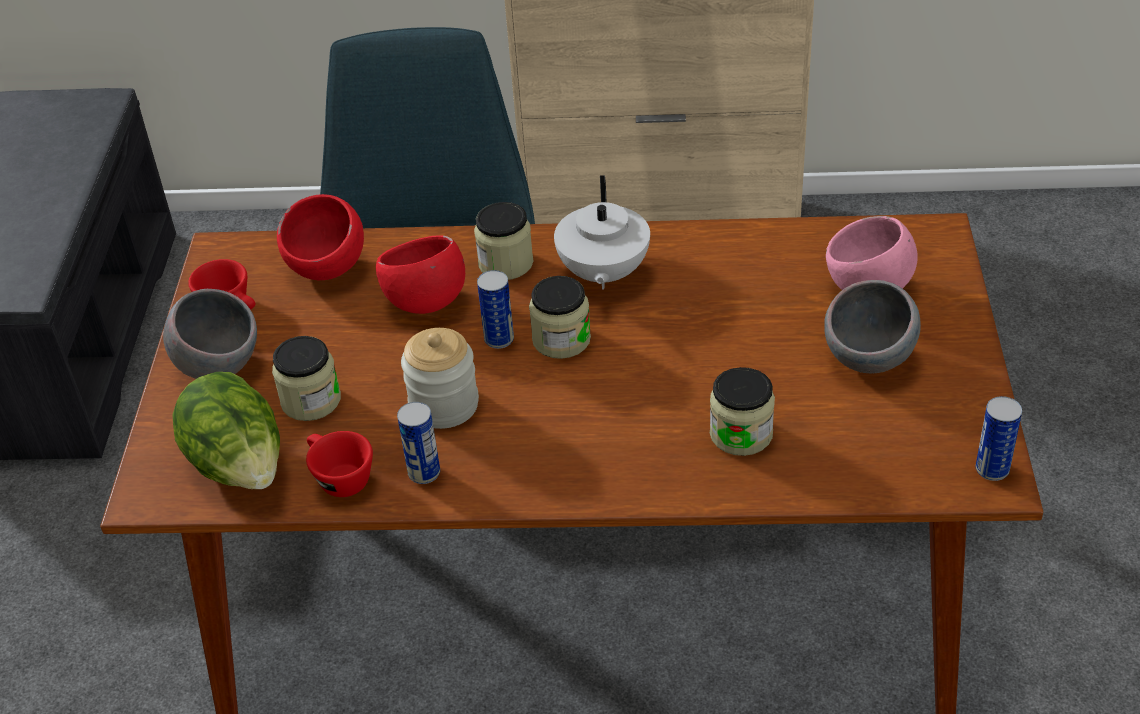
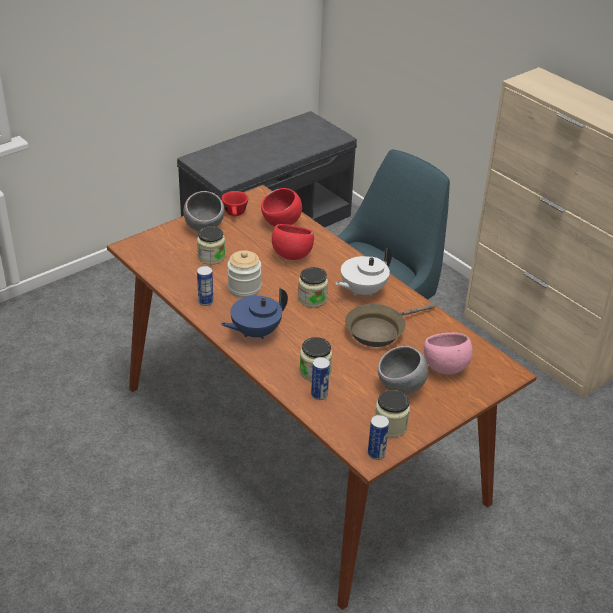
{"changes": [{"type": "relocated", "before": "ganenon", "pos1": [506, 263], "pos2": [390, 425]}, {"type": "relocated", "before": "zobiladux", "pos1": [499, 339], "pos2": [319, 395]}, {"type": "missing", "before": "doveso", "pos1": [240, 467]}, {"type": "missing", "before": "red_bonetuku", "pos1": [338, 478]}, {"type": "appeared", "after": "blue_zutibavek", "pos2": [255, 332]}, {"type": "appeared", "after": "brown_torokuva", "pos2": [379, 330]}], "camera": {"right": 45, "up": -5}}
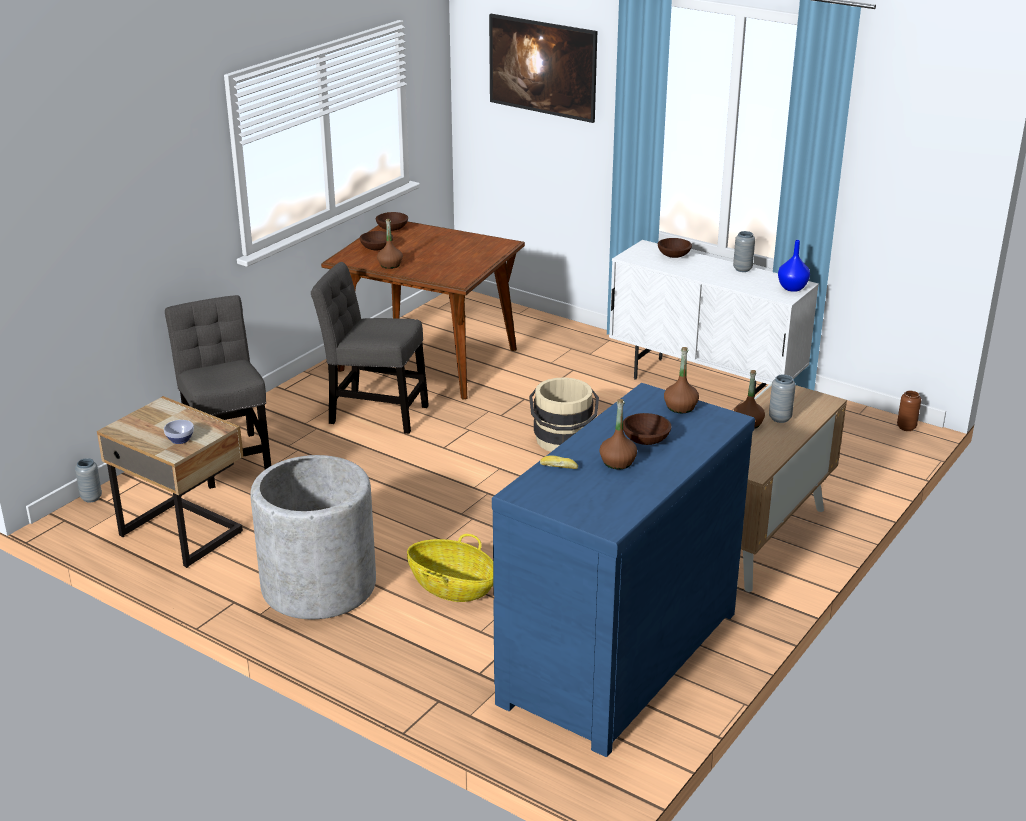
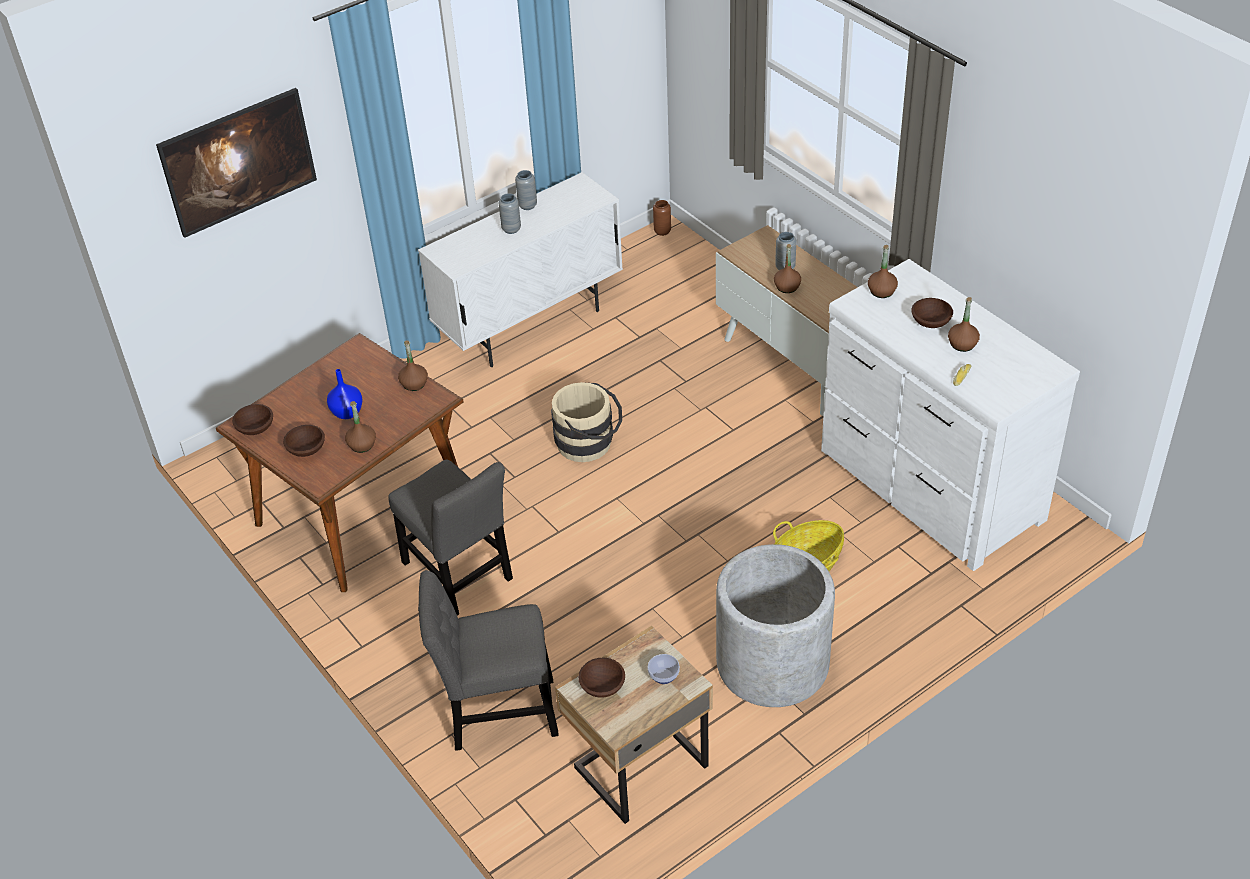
{"changes": [{"type": "relocated", "before": "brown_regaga", "pos1": [673, 255], "pos2": [602, 686]}, {"type": "relocated", "before": "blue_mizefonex", "pos1": [792, 288], "pos2": [347, 413]}, {"type": "spun", "before": "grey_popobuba", "pos1": [374, 413], "pos2": [459, 575], "turn": -75}, {"type": "colour", "before": "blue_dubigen", "after": "white_dubigen", "pos1": [614, 656], "pos2": [928, 487]}, {"type": "relocated", "before": "grey_mizefonex", "pos1": [91, 498], "pos2": [511, 229]}, {"type": "appeared", "after": "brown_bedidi", "pos2": [414, 384]}], "camera": {"right": -70, "up": 15}}
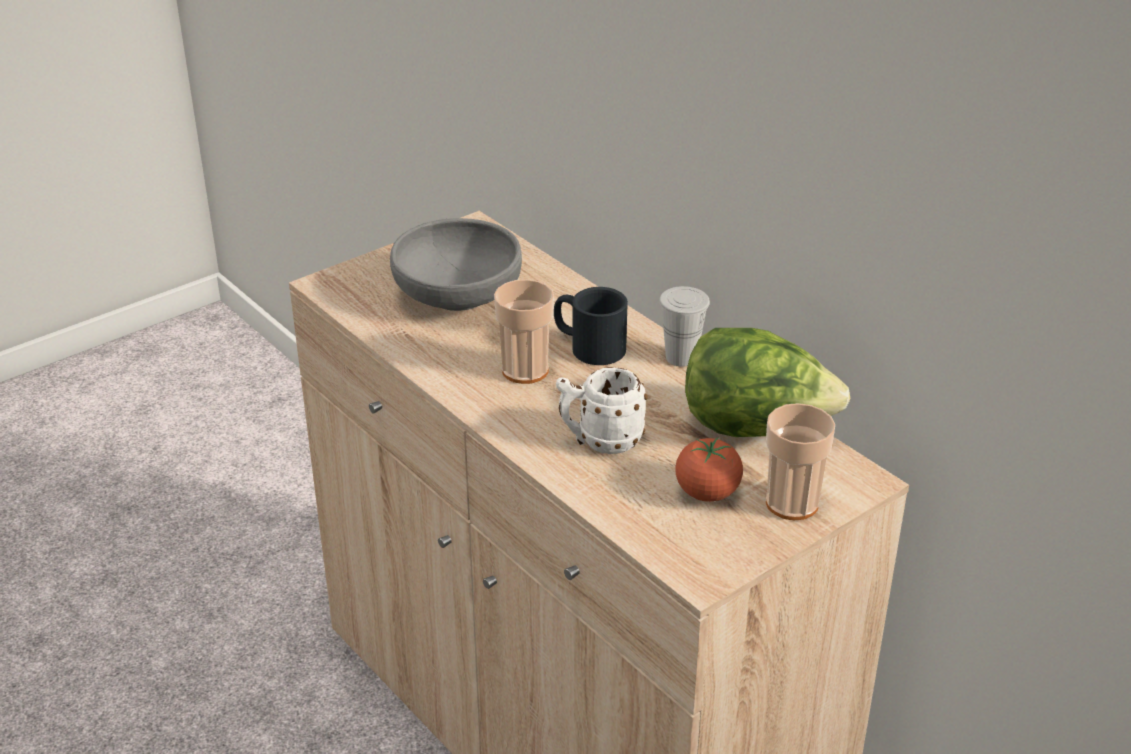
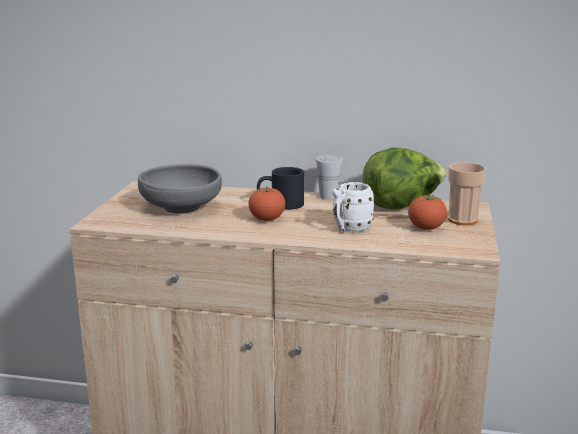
{"changes": [{"type": "exchanged", "before": "bonetuku", "after": "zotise", "pos1": [525, 370], "pos2": [267, 219]}], "camera": {"right": -40, "up": -15}}
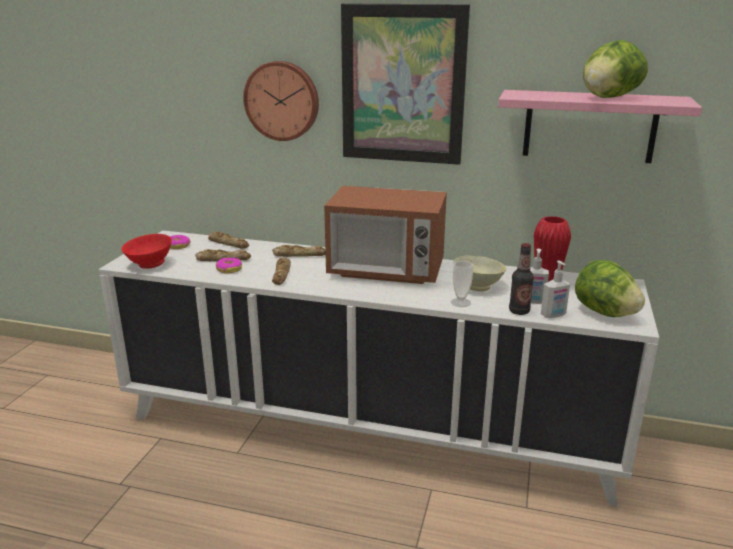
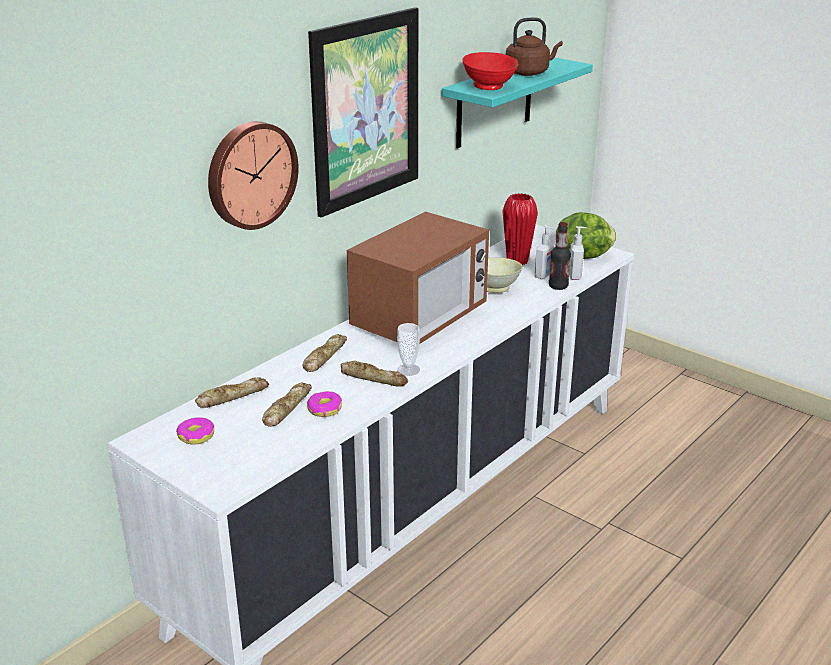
{"changes": [{"type": "exchanged", "before": "doveso", "after": "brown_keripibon", "pos1": [609, 98], "pos2": [529, 73]}, {"type": "colour", "before": "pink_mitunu", "after": "turquoise_mitunu", "pos1": [589, 126], "pos2": [494, 102]}, {"type": "relocated", "before": "red_regaga", "pos1": [149, 264], "pos2": [488, 87]}, {"type": "relocated", "before": "bonetuku", "pos1": [460, 302], "pos2": [408, 370]}], "camera": {"right": -65, "up": 5}}
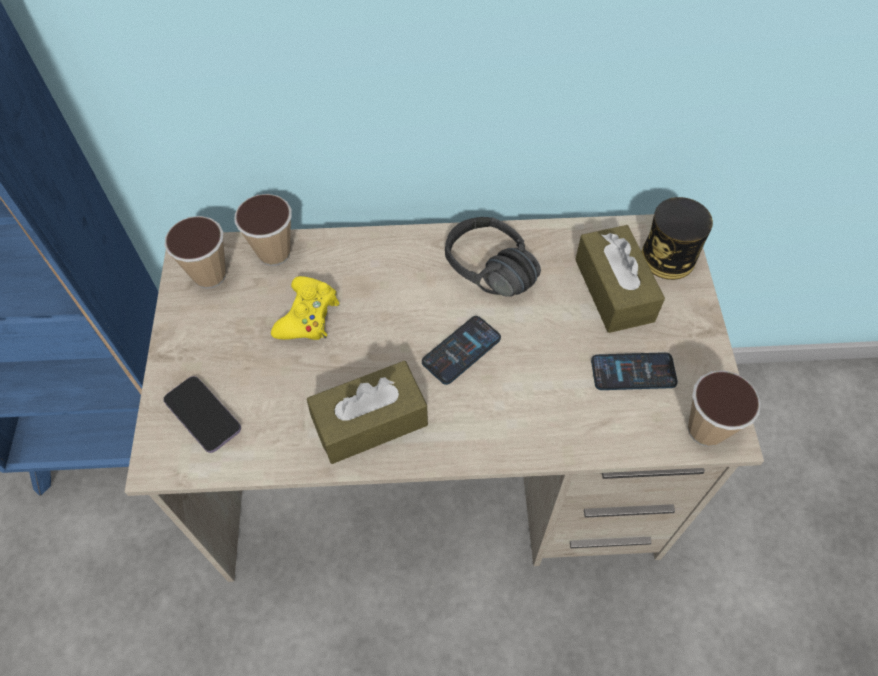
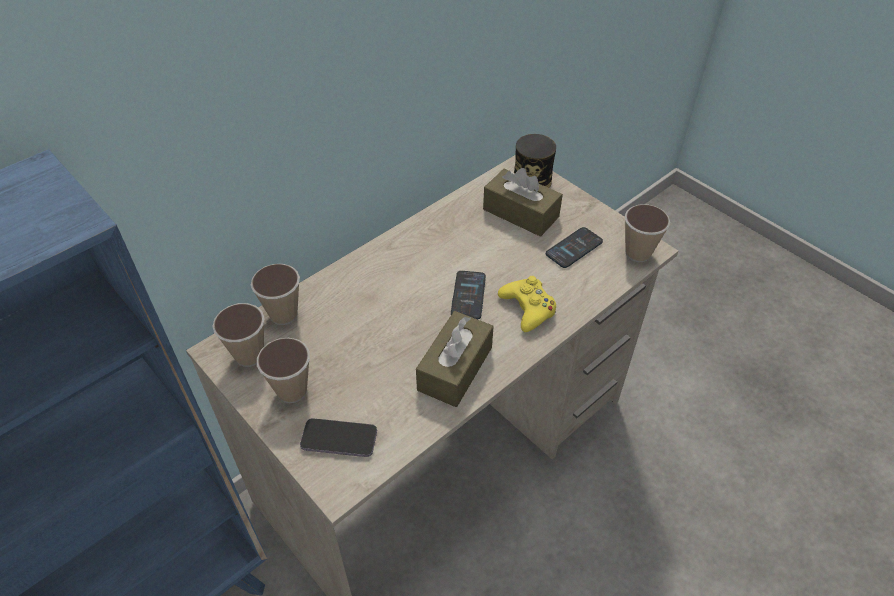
{"changes": [{"type": "missing", "before": "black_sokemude", "pos1": [481, 278]}, {"type": "relocated", "before": "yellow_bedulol", "pos1": [308, 316], "pos2": [528, 308]}, {"type": "appeared", "after": "bonetuku", "pos2": [292, 391]}], "camera": {"right": -40, "up": -10}}
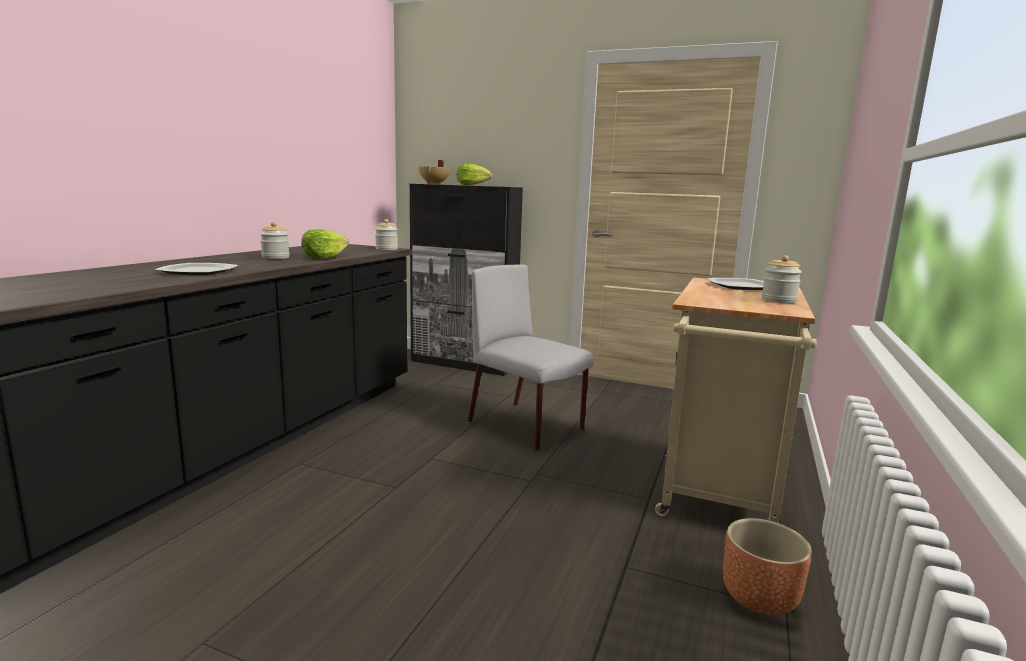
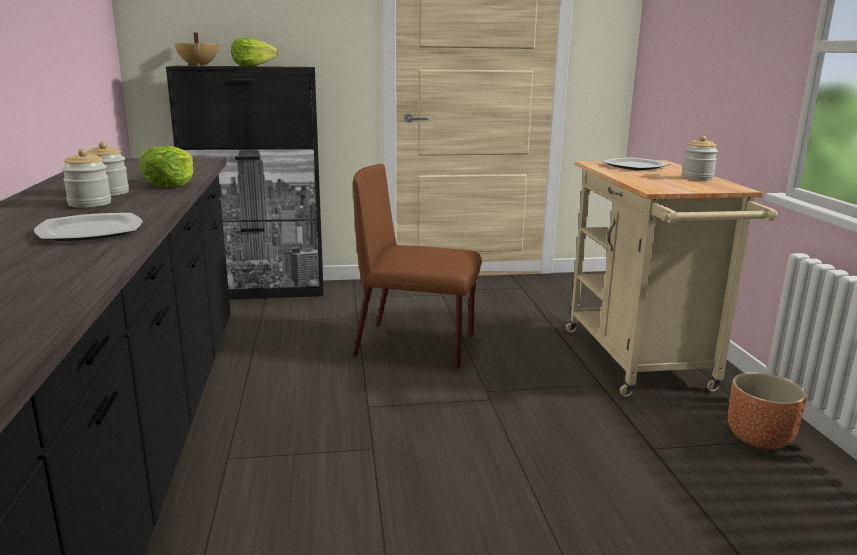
{"changes": [{"type": "relocated", "before": "ganenon", "pos1": [386, 249], "pos2": [90, 203]}, {"type": "colour", "before": "grey_popobuba", "after": "brown_popobuba", "pos1": [527, 426], "pos2": [417, 346]}], "camera": {"right": -30, "up": 5}}
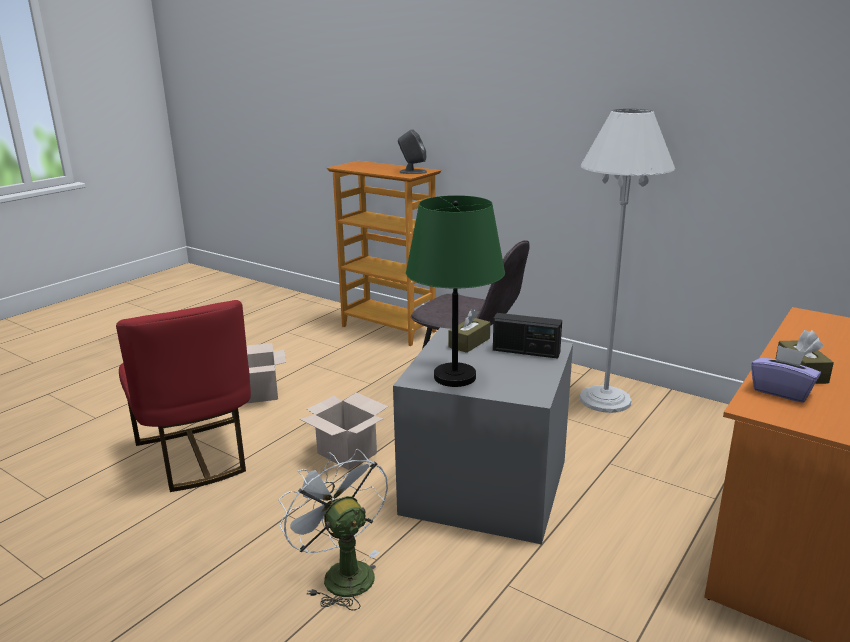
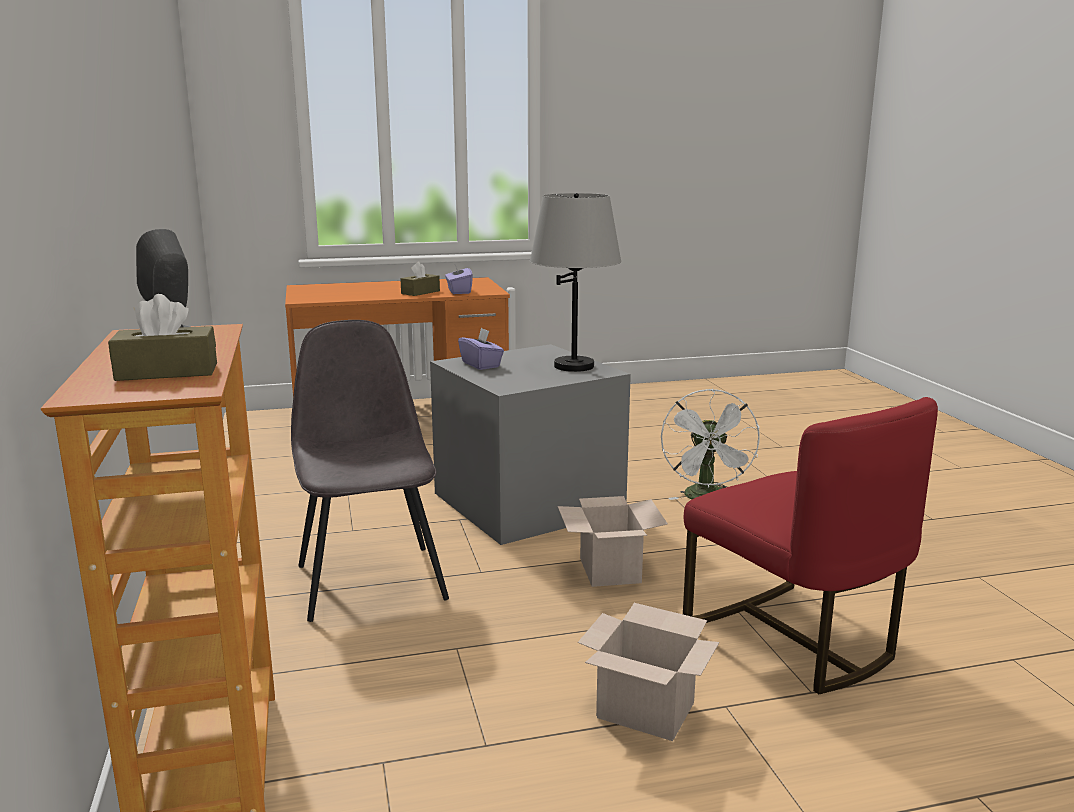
{"changes": [{"type": "missing", "before": "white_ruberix", "pos1": [605, 400]}, {"type": "colour", "before": "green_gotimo", "after": "grey_gotimo", "pos1": [455, 377], "pos2": [574, 366]}, {"type": "spun", "before": "red_popobuba", "pos1": [197, 455], "pos2": [794, 639], "turn": 135}, {"type": "relocated", "before": "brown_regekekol", "pos1": [469, 343], "pos2": [167, 372]}, {"type": "exchanged", "before": "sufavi", "after": "purple_regekekol", "pos1": [526, 351], "pos2": [481, 365]}], "camera": {"right": -140, "up": -5}}
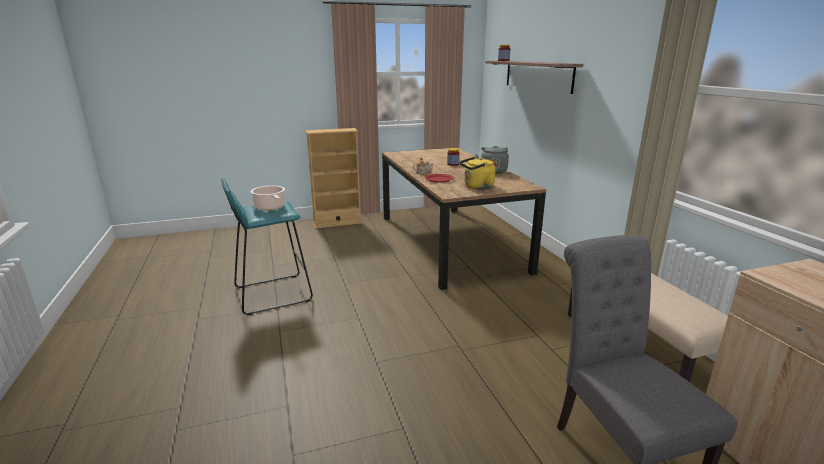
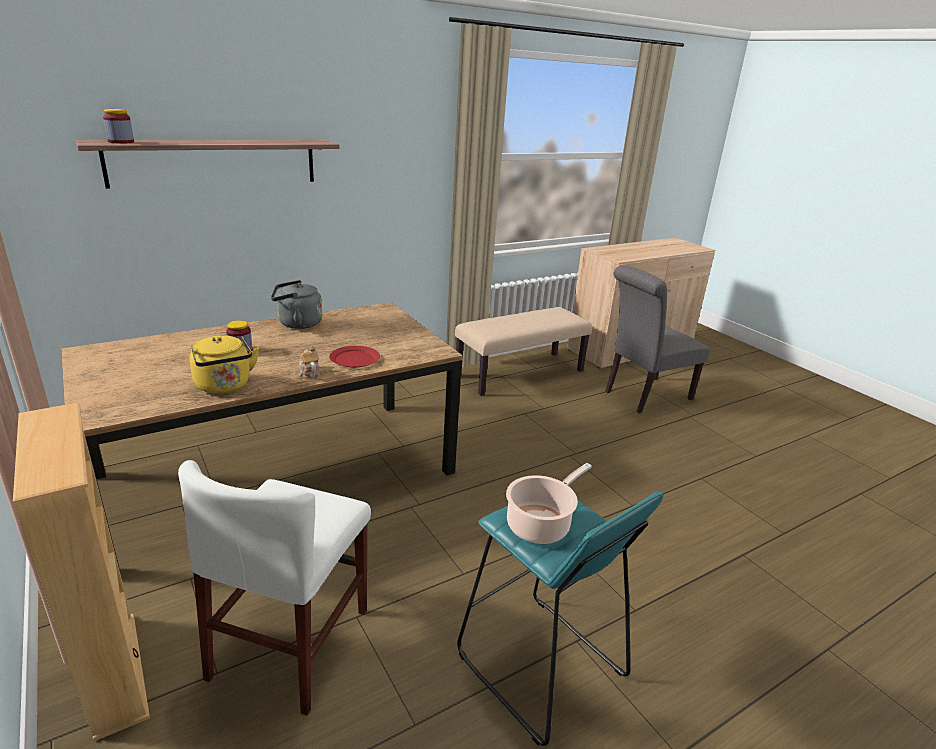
{"changes": [{"type": "relocated", "before": "yellow_keripibon", "pos1": [477, 187], "pos2": [225, 386]}, {"type": "appeared", "after": "white_popobuba", "pos2": [291, 642]}], "camera": {"right": -105, "up": 5}}
